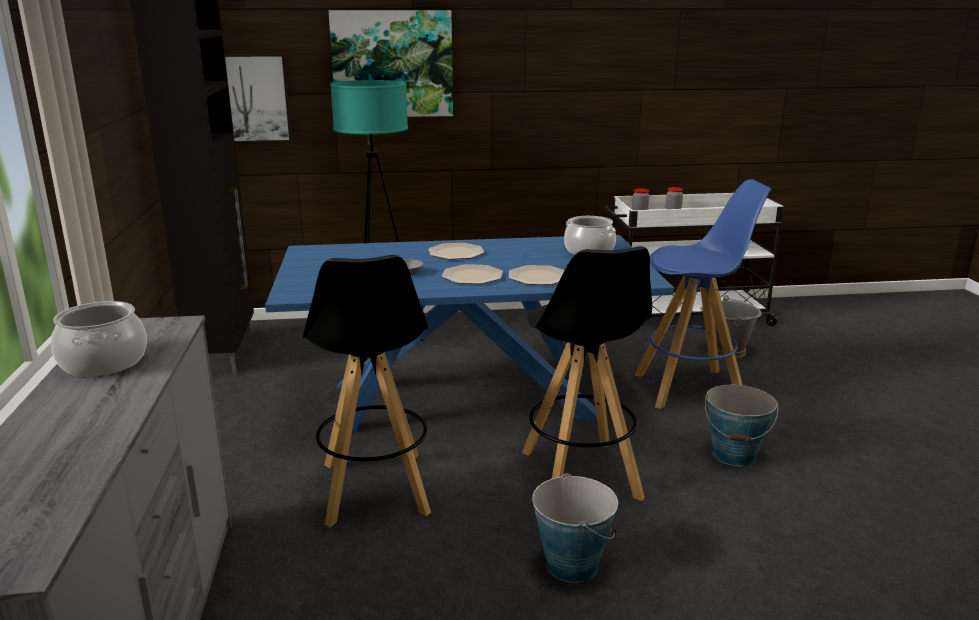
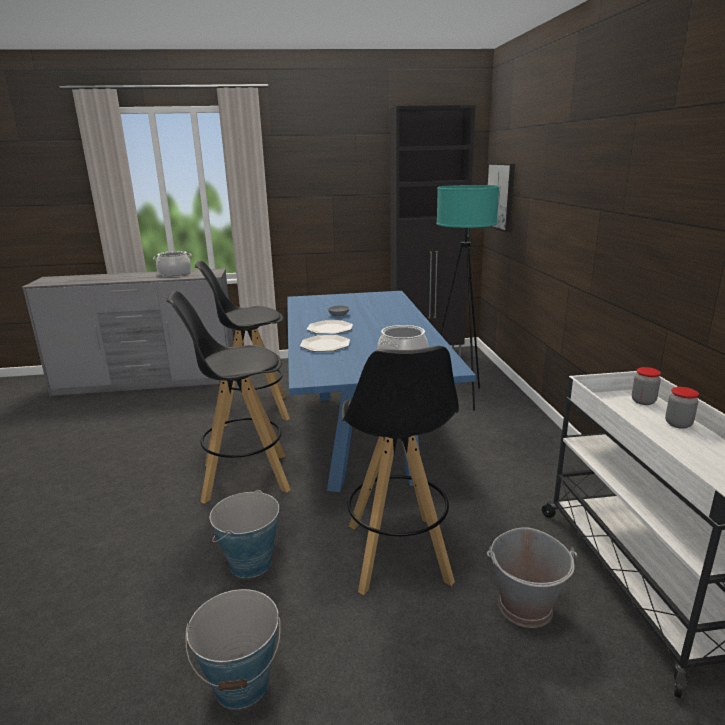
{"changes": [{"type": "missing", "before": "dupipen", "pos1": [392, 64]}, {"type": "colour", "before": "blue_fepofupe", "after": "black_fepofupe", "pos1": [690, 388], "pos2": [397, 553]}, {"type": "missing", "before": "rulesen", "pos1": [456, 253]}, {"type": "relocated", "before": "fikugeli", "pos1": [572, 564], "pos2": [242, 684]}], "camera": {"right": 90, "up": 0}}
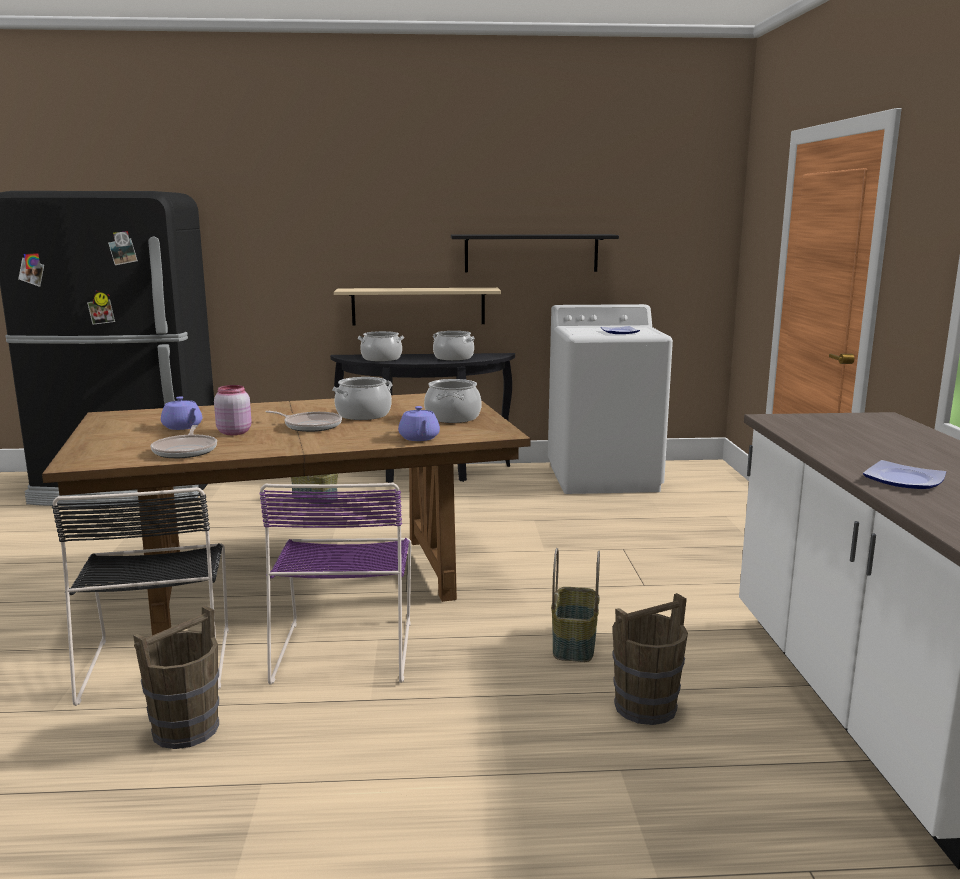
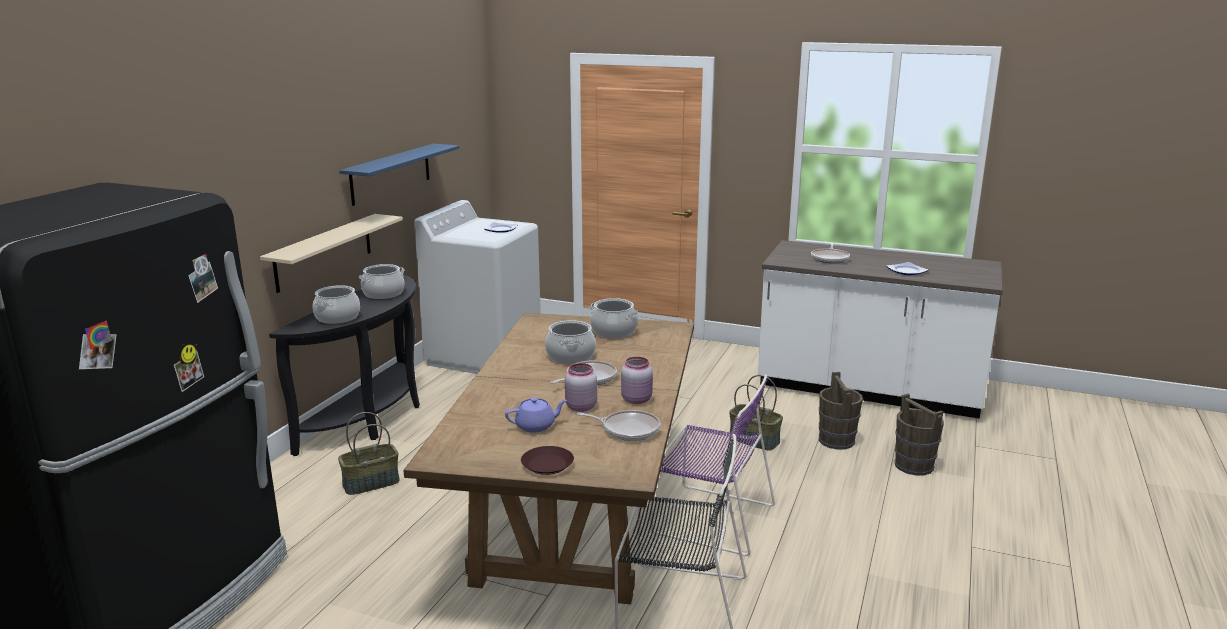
{"changes": [{"type": "colour", "before": "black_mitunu", "after": "blue_mitunu", "pos1": [531, 253], "pos2": [391, 173]}, {"type": "missing", "before": "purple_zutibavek", "pos1": [419, 438]}, {"type": "relocated", "before": "brown_fikugeli", "pos1": [186, 729], "pos2": [913, 465]}, {"type": "appeared", "after": "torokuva", "pos2": [830, 258]}, {"type": "appeared", "after": "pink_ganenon", "pos2": [637, 399]}, {"type": "appeared", "after": "brown_rulesen", "pos2": [547, 464]}], "camera": {"right": -65, "up": 5}}
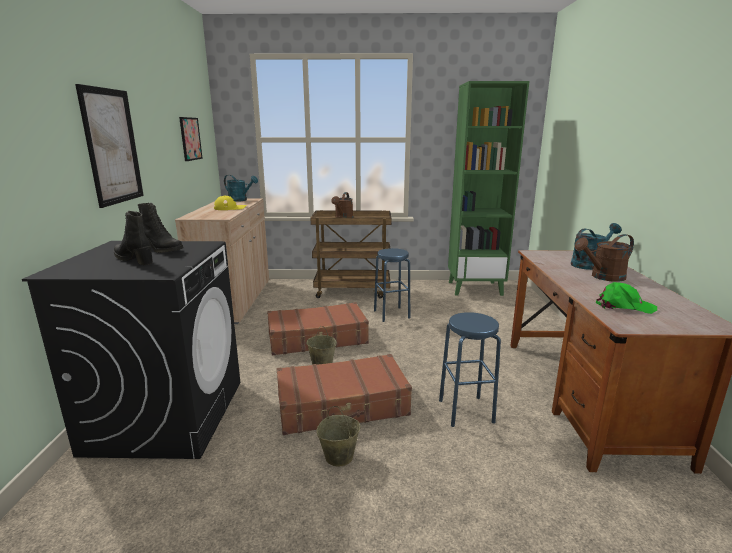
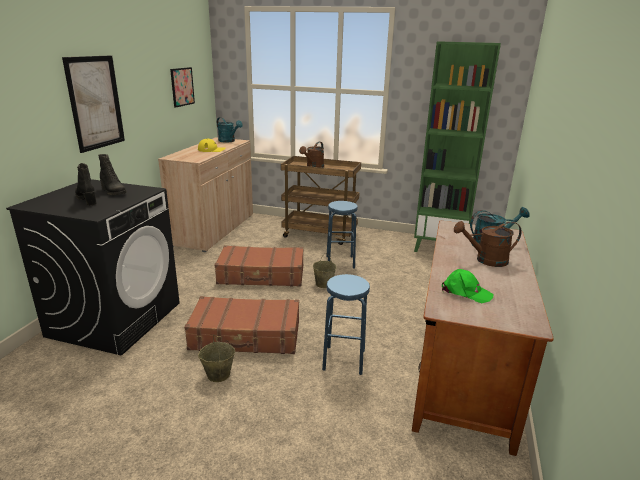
{"changes": [{"type": "relocated", "before": "beige_fikugeli", "pos1": [321, 364], "pos2": [323, 284]}], "camera": {"right": 15, "up": 5}}
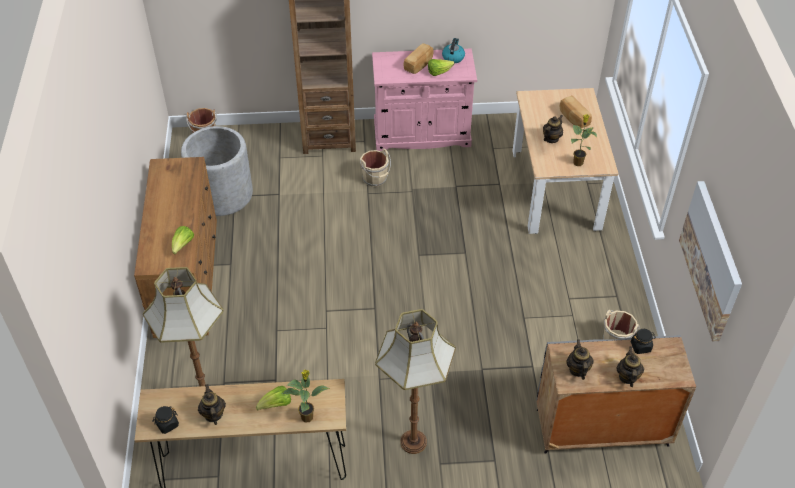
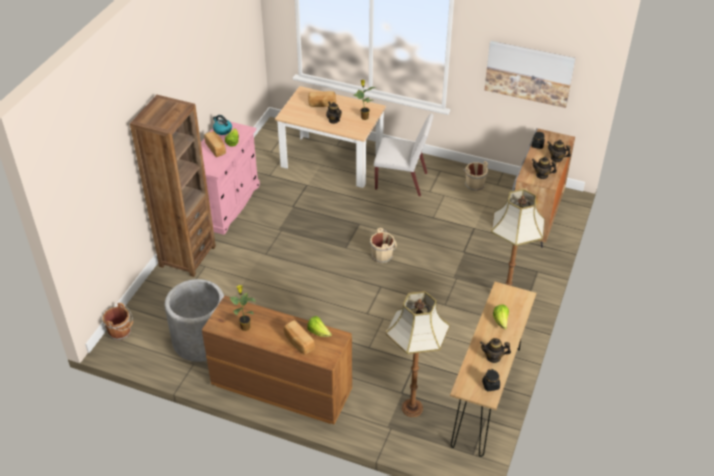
{"changes": [{"type": "relocated", "before": "beige_fikugeli", "pos1": [375, 179], "pos2": [383, 255]}, {"type": "relocated", "before": "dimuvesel", "pos1": [307, 416], "pos2": [245, 327]}, {"type": "appeared", "after": "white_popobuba", "pos2": [402, 181]}, {"type": "appeared", "after": "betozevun", "pos2": [298, 342]}], "camera": {"right": -65, "up": -5}}
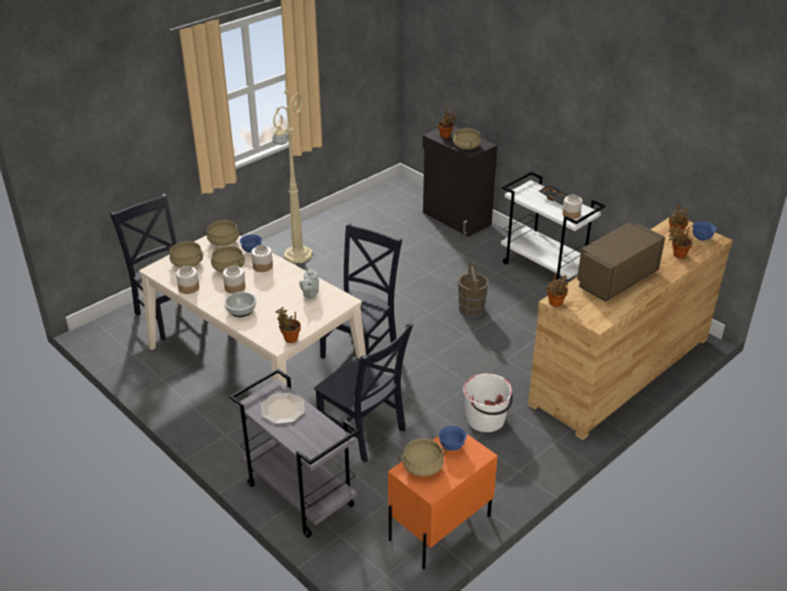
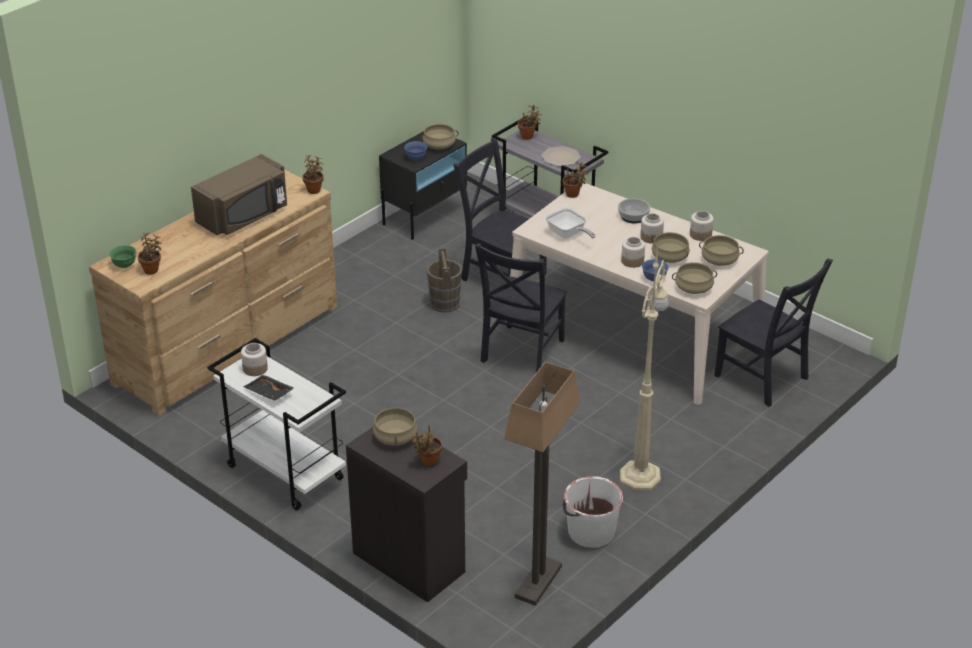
{"changes": [{"type": "colour", "before": "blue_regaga", "after": "green_regaga", "pos1": [701, 238], "pos2": [124, 265]}, {"type": "relocated", "before": "dimuvesel", "pos1": [677, 255], "pos2": [528, 136]}, {"type": "relocated", "before": "brown_fikugeli", "pos1": [471, 310], "pos2": [445, 303]}, {"type": "exchanged", "before": "grey_zutibavek", "after": "torokuva", "pos1": [310, 294], "pos2": [568, 235]}, {"type": "relocated", "before": "white_fikugeli", "pos1": [486, 419], "pos2": [590, 531]}, {"type": "colour", "before": "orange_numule", "after": "black_numule", "pos1": [439, 527], "pos2": [425, 215]}, {"type": "appeared", "after": "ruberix", "pos2": [538, 582]}], "camera": {"right": 175, "up": 0}}
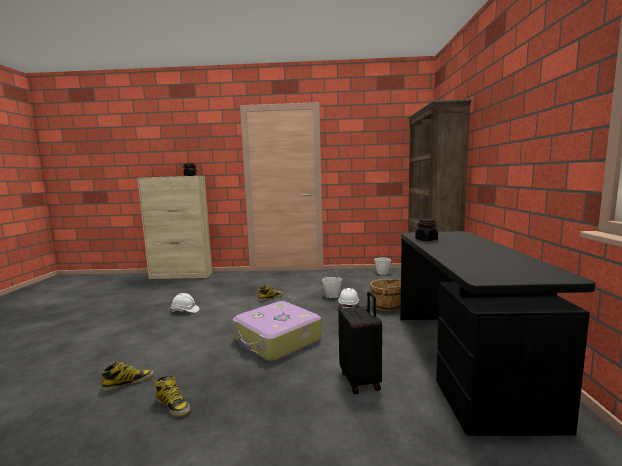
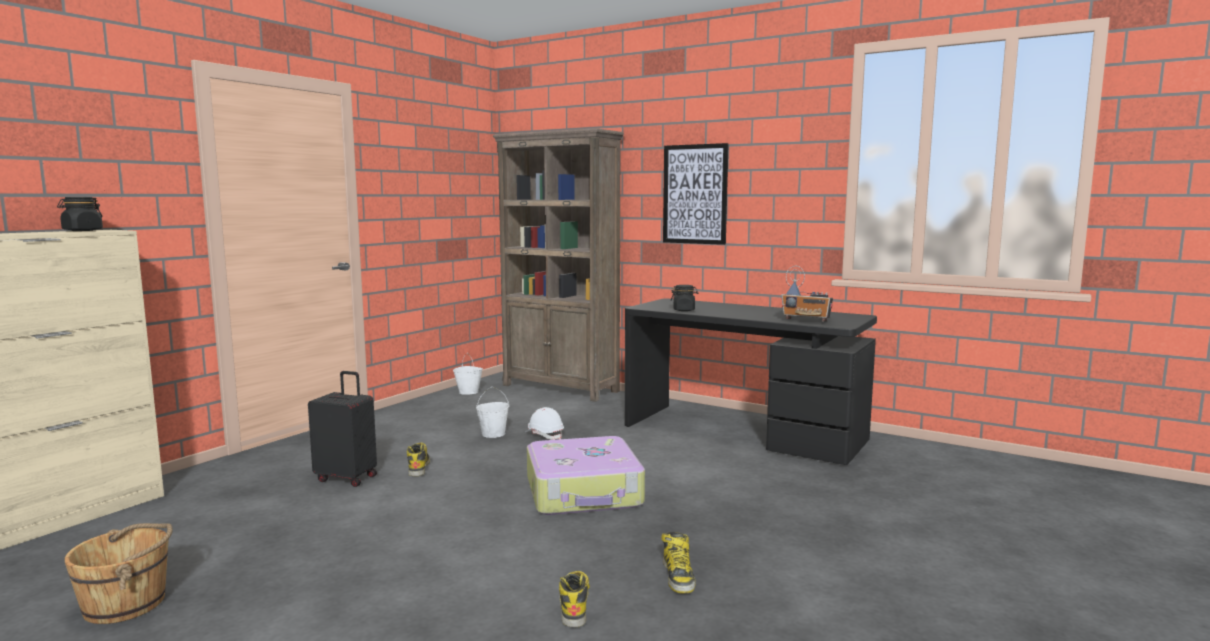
{"changes": [{"type": "relocated", "before": "brown_fikugeli", "pos1": [387, 306], "pos2": [127, 604]}, {"type": "relocated", "before": "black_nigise", "pos1": [361, 380], "pos2": [347, 478]}, {"type": "missing", "before": "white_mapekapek", "pos1": [185, 311]}, {"type": "spun", "before": "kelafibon", "pos1": [173, 405], "pos2": [678, 576], "turn": 105}, {"type": "appeared", "after": "dupipen", "pos2": [695, 194]}, {"type": "appeared", "after": "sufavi", "pos2": [806, 320]}], "camera": {"right": -60, "up": 0}}
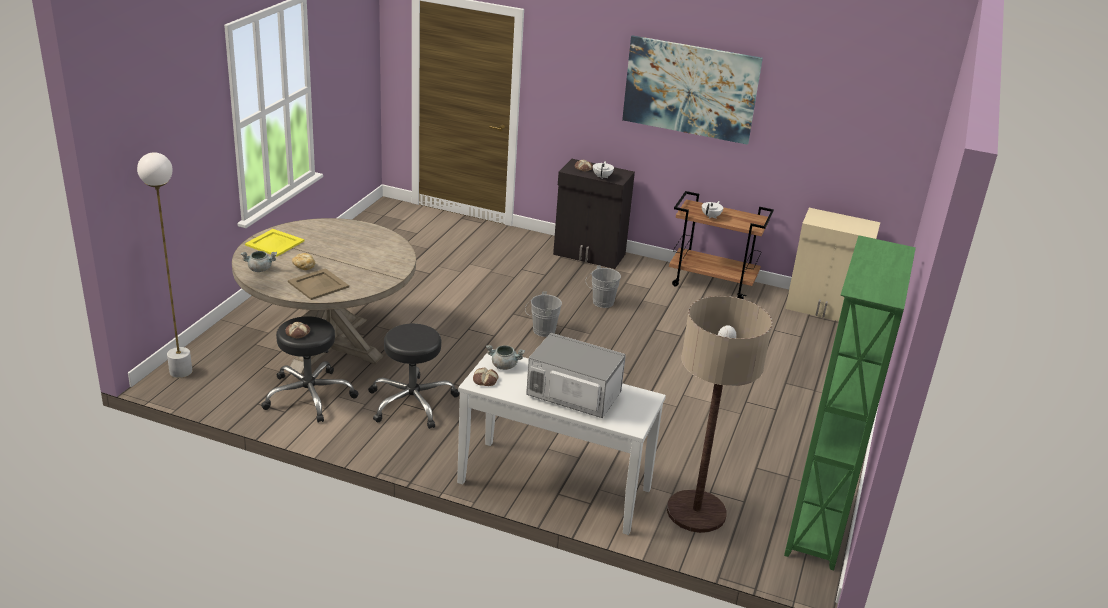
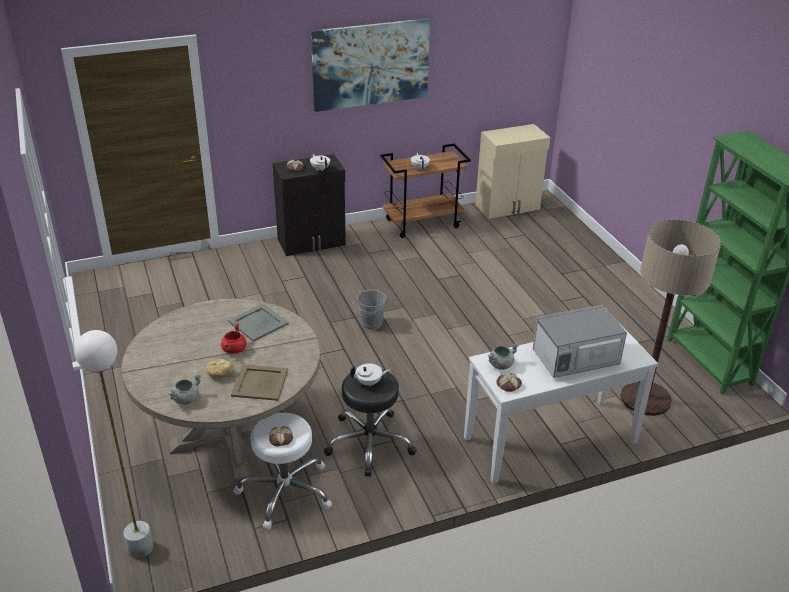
{"changes": [{"type": "missing", "before": "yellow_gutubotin", "pos1": [274, 243]}, {"type": "missing", "before": "grey_fikugeli", "pos1": [601, 303]}, {"type": "colour", "before": "black_fepofupe", "after": "white_fepofupe", "pos1": [309, 395], "pos2": [285, 491]}, {"type": "appeared", "after": "grey_gutubotin", "pos2": [258, 322]}, {"type": "appeared", "after": "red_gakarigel", "pos2": [234, 350]}, {"type": "appeared", "after": "white_zutibavek", "pos2": [369, 383]}], "camera": {"right": -40, "up": 5}}
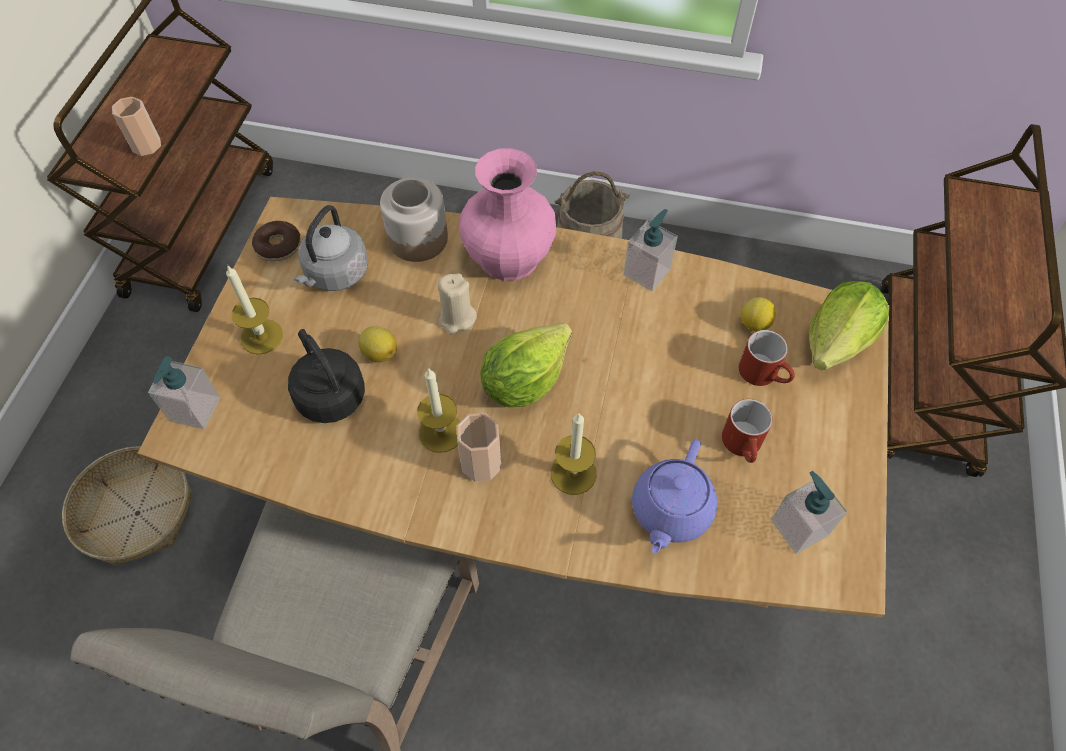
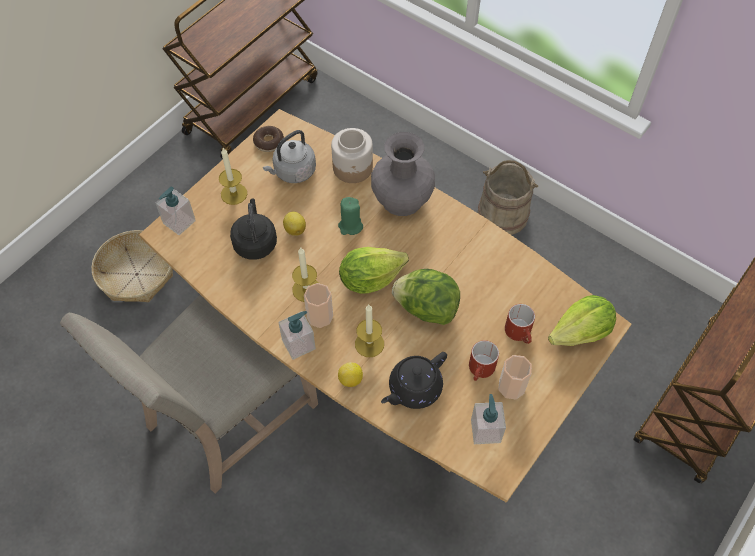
{"changes": [{"type": "relocated", "before": "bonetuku", "pos1": [146, 145], "pos2": [511, 387]}, {"type": "colour", "before": "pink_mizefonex", "after": "grey_mizefonex", "pos1": [509, 257], "pos2": [402, 200]}, {"type": "relocated", "before": "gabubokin", "pos1": [647, 272], "pos2": [299, 344]}, {"type": "colour", "before": "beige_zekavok", "after": "green_zekavok", "pos1": [457, 318], "pos2": [350, 226]}, {"type": "relocated", "before": "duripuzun", "pos1": [754, 324], "pos2": [350, 380]}, {"type": "colour", "before": "purple_zutibavek", "after": "black_zutibavek", "pos1": [670, 511], "pos2": [414, 389]}, {"type": "appeared", "after": "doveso", "pos2": [426, 308]}], "camera": {"right": 25, "up": 0}}
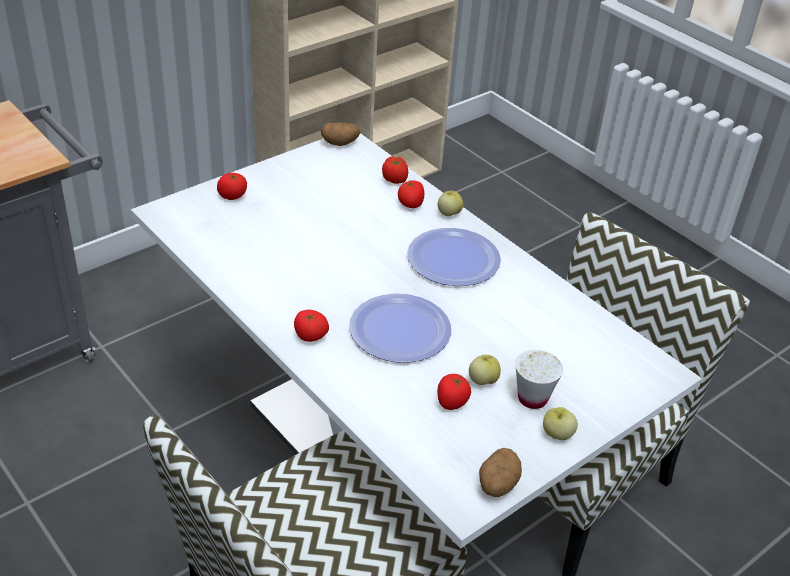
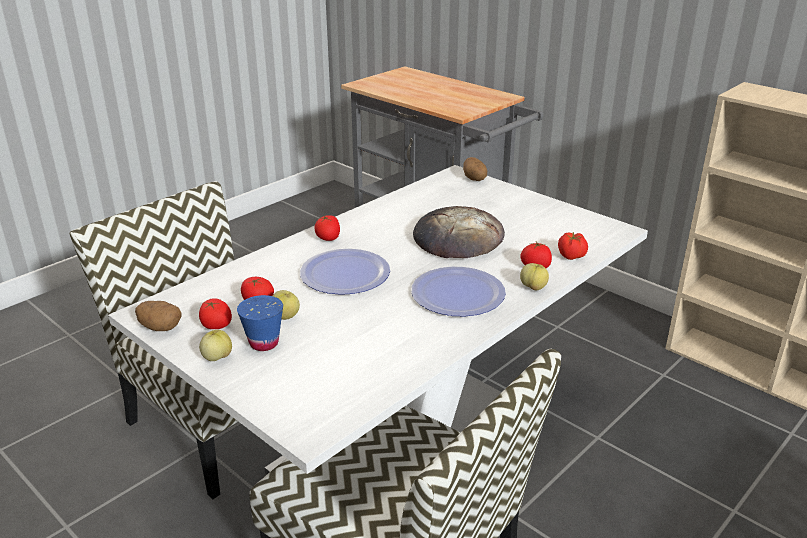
{"changes": [{"type": "relocated", "before": "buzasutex", "pos1": [340, 143], "pos2": [475, 179]}, {"type": "relocated", "before": "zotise", "pos1": [232, 196], "pos2": [216, 326]}, {"type": "colour", "before": "white_bonetuku", "after": "blue_bonetuku", "pos1": [532, 398], "pos2": [264, 343]}, {"type": "appeared", "after": "betozevun", "pos2": [457, 238]}], "camera": {"right": 85, "up": -10}}
